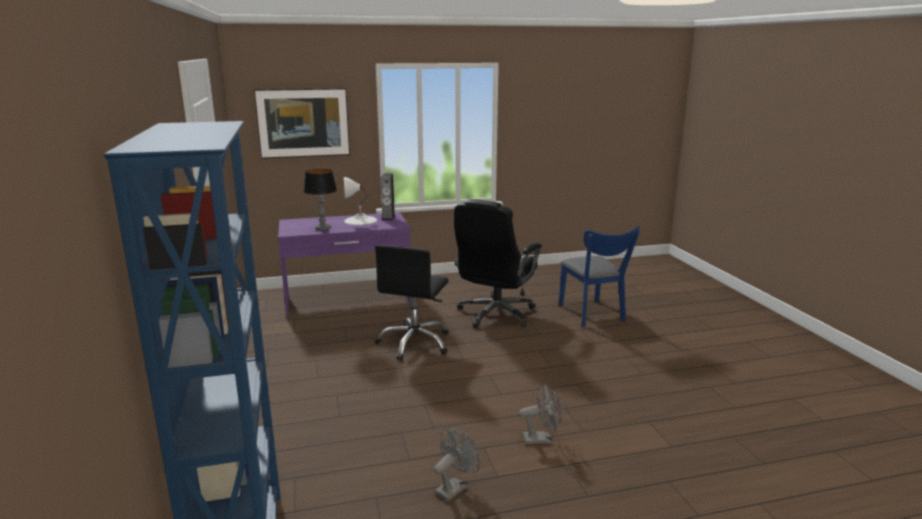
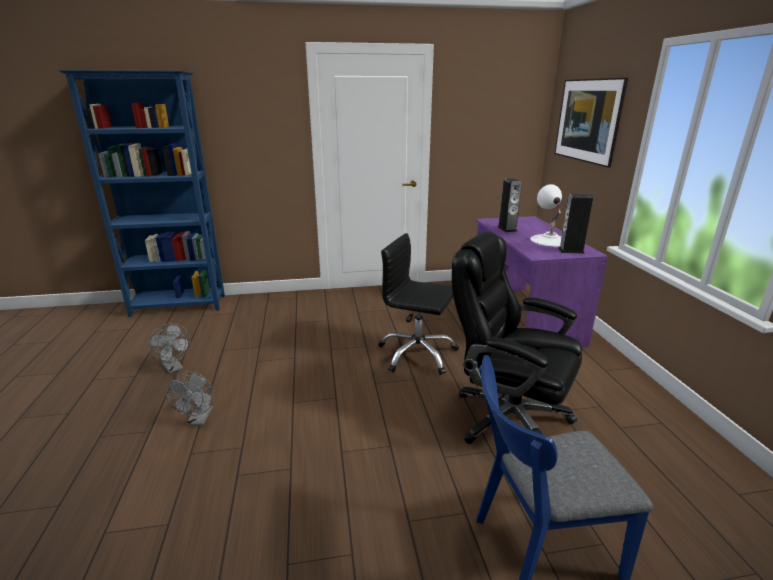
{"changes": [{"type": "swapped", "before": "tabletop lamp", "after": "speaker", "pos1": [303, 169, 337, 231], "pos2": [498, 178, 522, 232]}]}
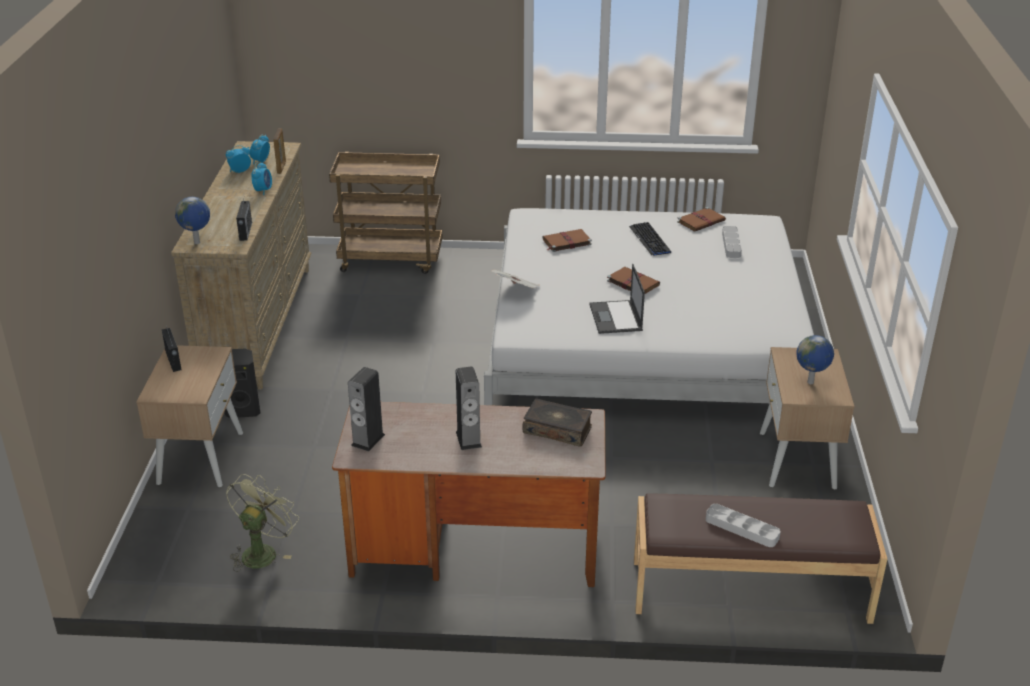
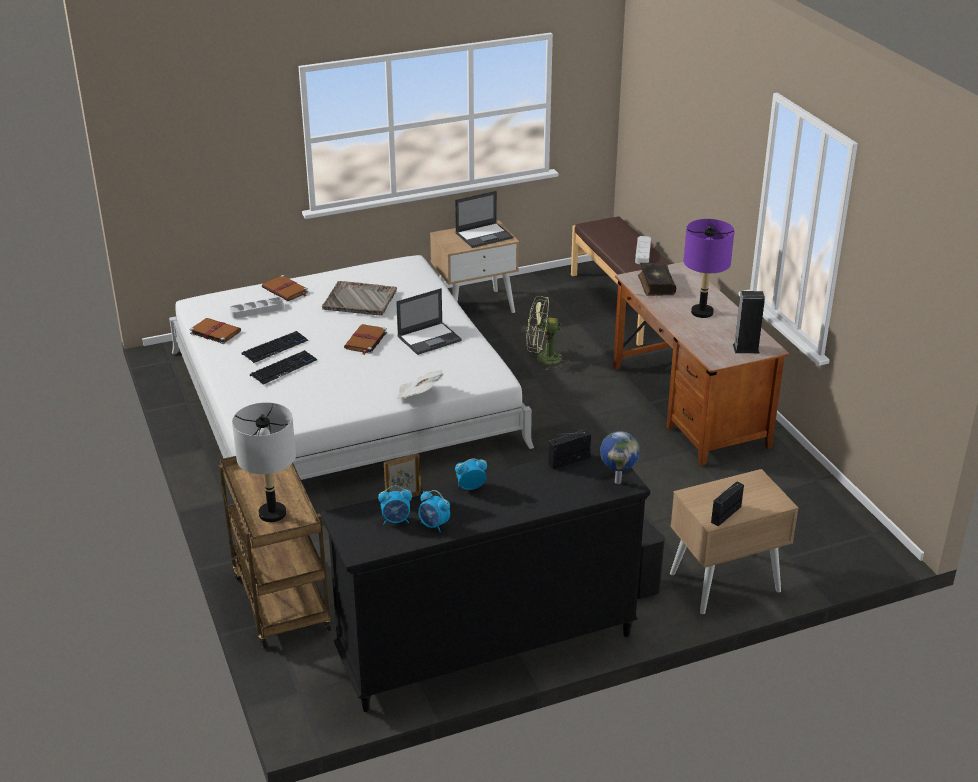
{"changes": [{"type": "new", "after": "tabletop lamp (gray)", "pos2": [232, 402, 296, 522]}, {"type": "new", "after": "keyboard", "pos2": [250, 350, 317, 384]}, {"type": "shifted", "before": "volume (brown)", "pos1": [542, 229, 592, 252], "pos2": [262, 275, 308, 301]}, {"type": "repainted", "before": "drawer chest (beige-coloured)", "after": "drawer chest (blackish)", "pos1": [171, 141, 312, 390], "pos2": [320, 446, 650, 712]}, {"type": "new", "after": "carrying tray (gray)", "pos2": [322, 281, 397, 316]}, {"type": "swapped", "before": "globe", "after": "portable computer", "pos1": [796, 335, 834, 384], "pos2": [455, 191, 513, 248]}, {"type": "shifted", "before": "cooling fan (greenish)", "pos1": [226, 474, 299, 572], "pos2": [526, 296, 570, 370]}, {"type": "swapped", "before": "speaker", "after": "tabletop lamp (purple-coloured)", "pos1": [456, 367, 482, 450], "pos2": [684, 219, 734, 318]}]}
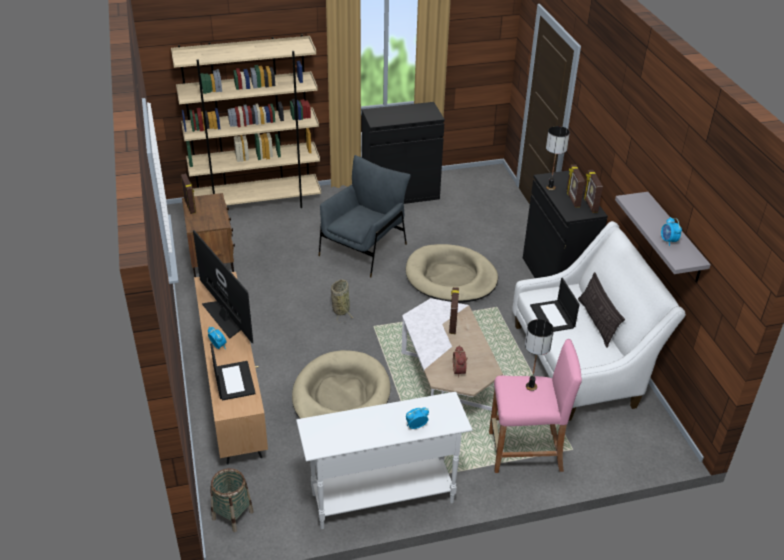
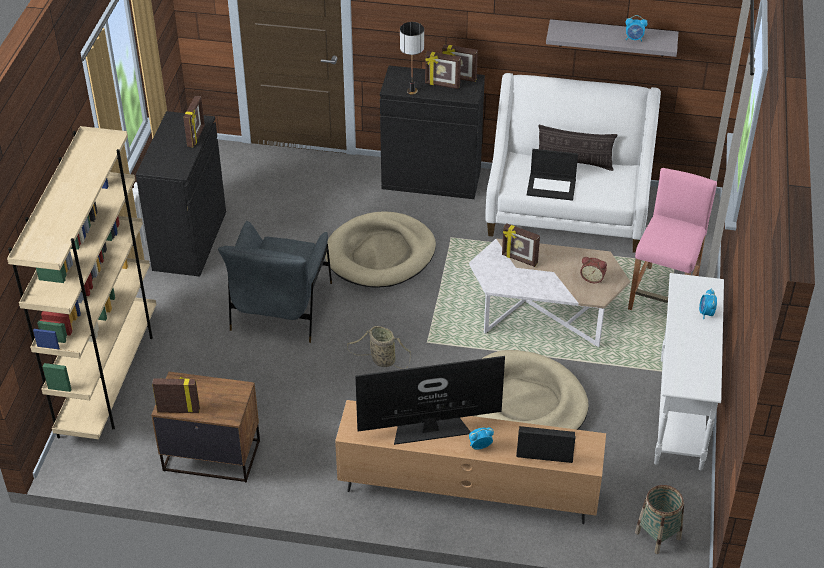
{"changes": [{"type": "new", "after": "picture frame", "pos2": [183, 96, 205, 147]}, {"type": "rotated", "before": "lounge chair (gray)", "pos1": [319, 155, 411, 278], "pos2": [218, 221, 332, 343], "turn": -135}, {"type": "gone", "before": "tabletop lamp", "pos1": [525, 319, 554, 391]}]}
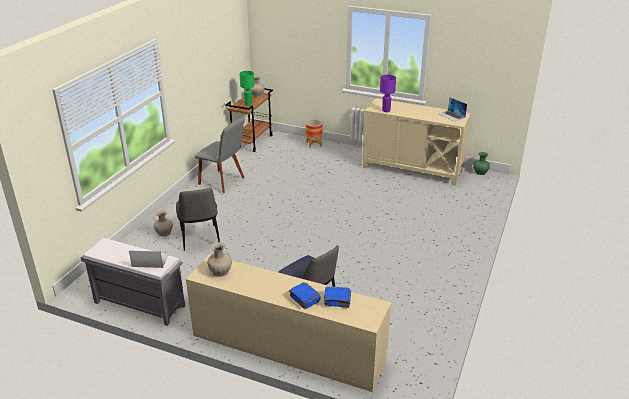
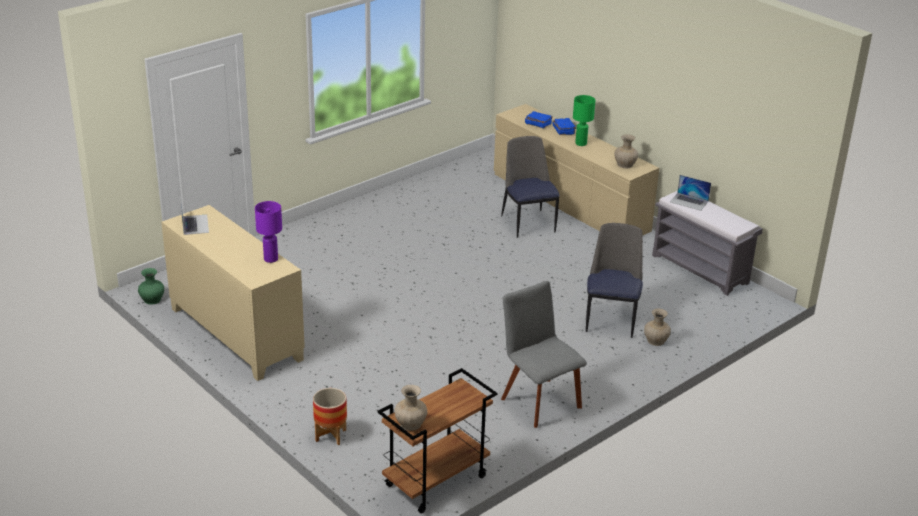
{"changes": [{"type": "shifted", "before": "tabletop lamp (greenish)", "pos1": [239, 71, 254, 106], "pos2": [573, 95, 596, 146]}]}
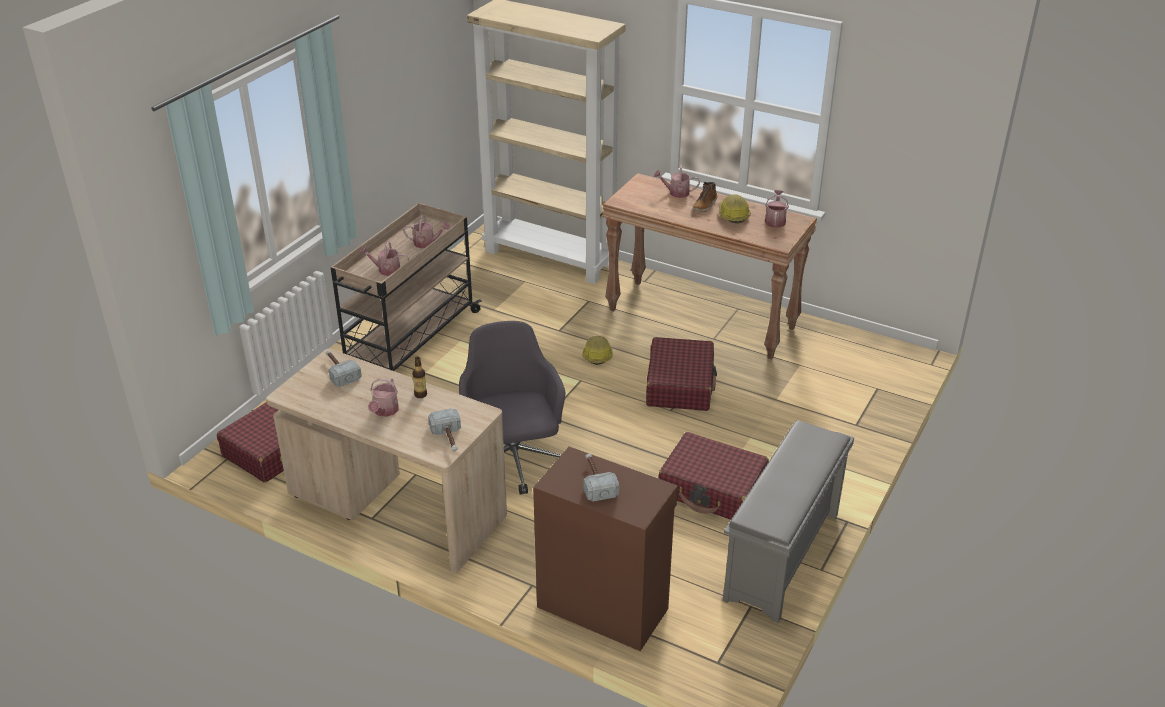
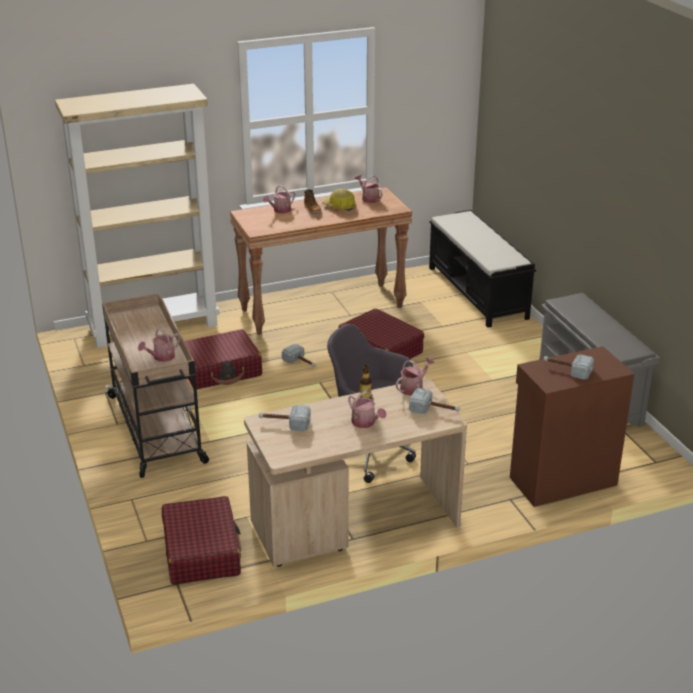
{"changes": [{"type": "shifted", "before": "travel case (reddish)", "pos1": [658, 432, 769, 520], "pos2": [184, 329, 262, 389]}, {"type": "swapped", "before": "safety helmet", "after": "hand hammer", "pos1": [582, 336, 613, 365], "pos2": [282, 344, 316, 367]}, {"type": "shifted", "before": "sprinkling can", "pos1": [403, 215, 450, 248], "pos2": [396, 357, 435, 396]}, {"type": "new", "after": "long seat (blackish)", "pos2": [429, 210, 536, 328]}]}
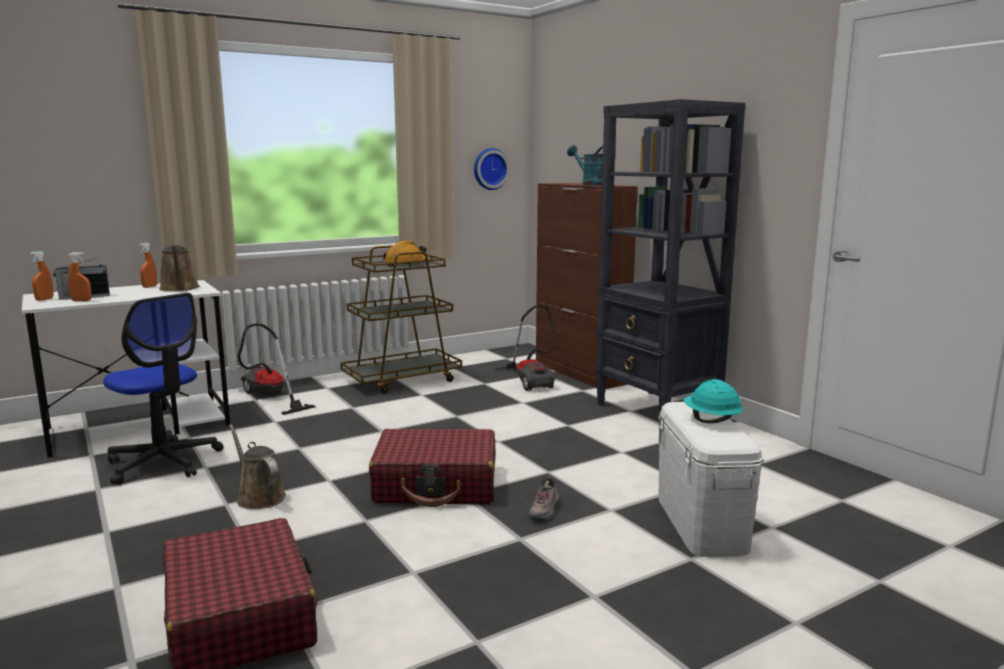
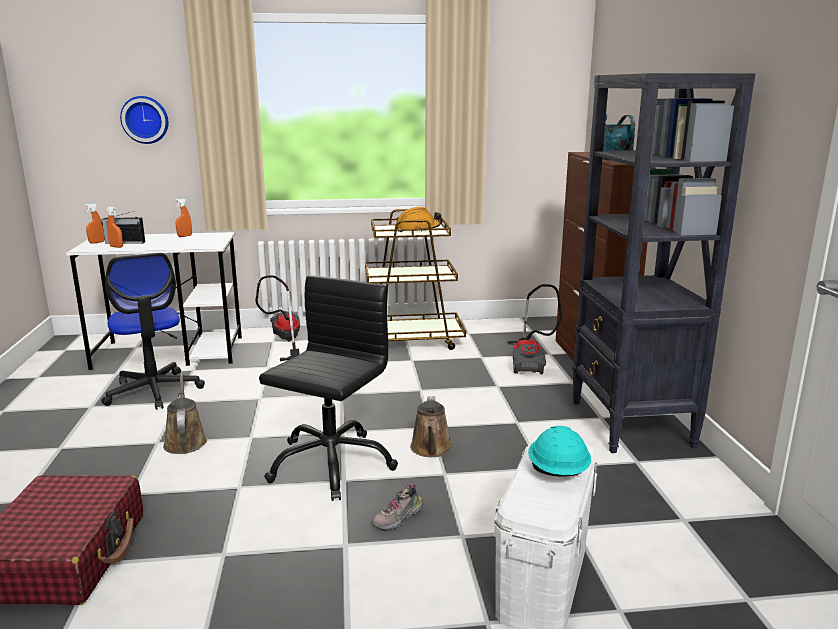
{"changes": [{"type": "shifted", "before": "wall clock", "pos1": [474, 148, 510, 190], "pos2": [120, 96, 169, 144]}, {"type": "swapped", "before": "travel case (reddish)", "after": "desk chair (blackish)", "pos1": [369, 429, 495, 507], "pos2": [259, 275, 398, 501]}, {"type": "shifted", "before": "sprinkling can (brown)", "pos1": [159, 245, 200, 292], "pos2": [410, 396, 452, 457]}]}
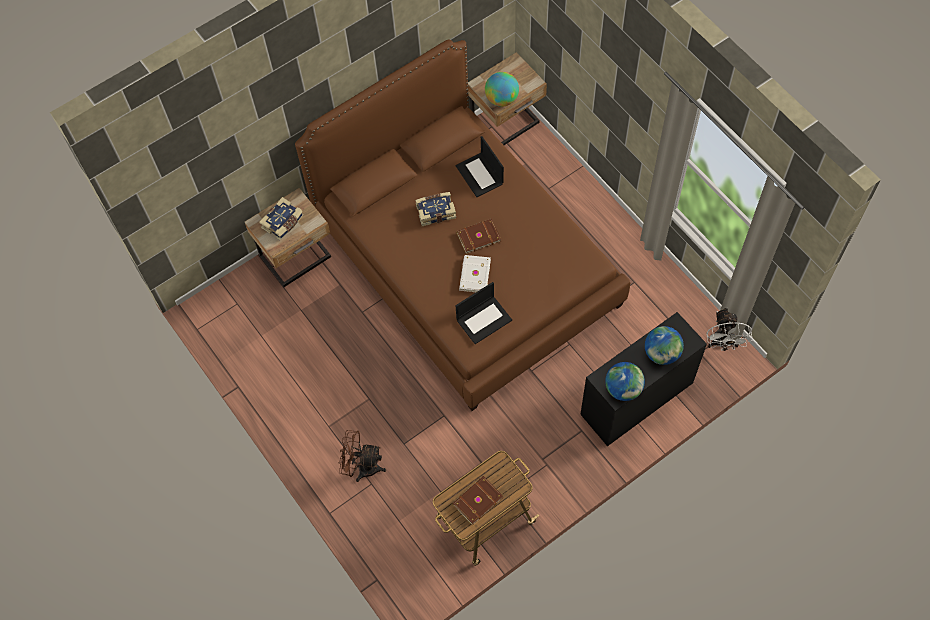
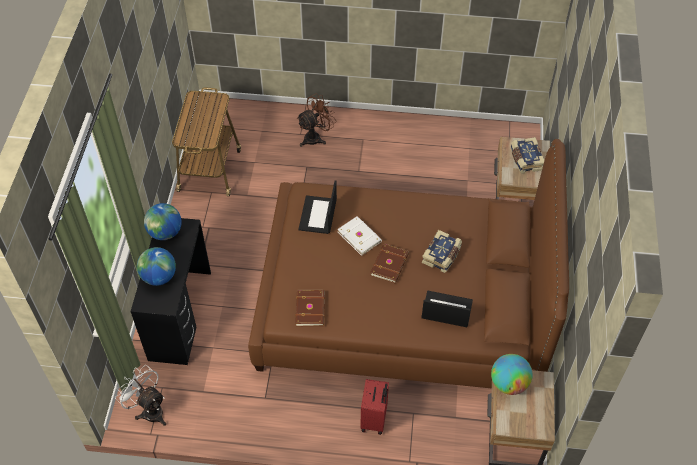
{"changes": [{"type": "shifted", "before": "volume (brown)", "pos1": [452, 476, 503, 525], "pos2": [295, 290, 325, 327]}, {"type": "new", "after": "travel case (reddish)", "pos2": [360, 379, 389, 435]}]}
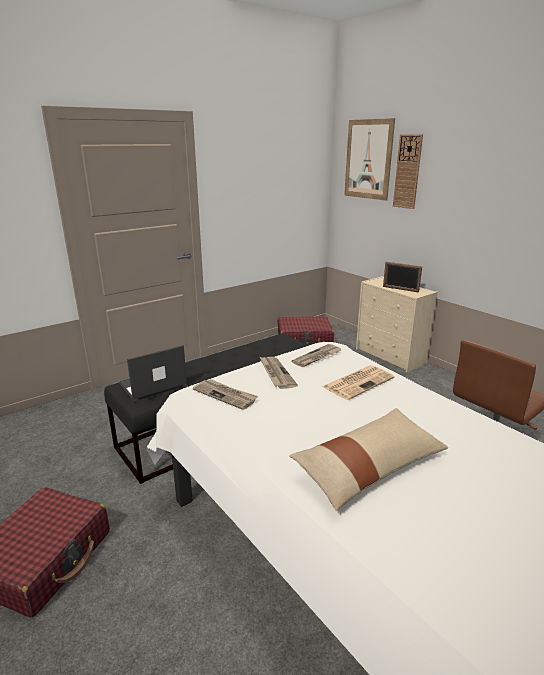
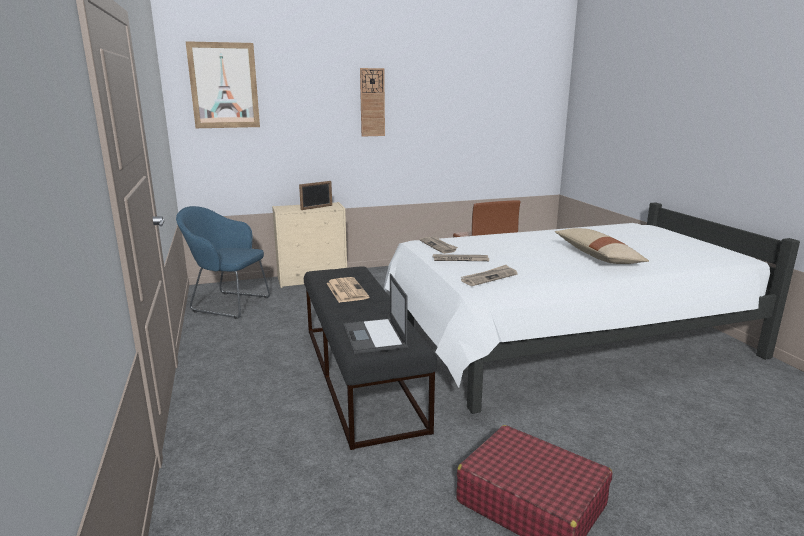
{"changes": [{"type": "swapped", "before": "travel case (reddish)", "after": "lounge chair (bluish)", "pos1": [278, 316, 334, 346], "pos2": [176, 206, 270, 319]}, {"type": "shifted", "before": "printed paper", "pos1": [322, 365, 394, 400], "pos2": [326, 277, 369, 303]}, {"type": "shifted", "before": "wall clock", "pos1": [393, 134, 423, 209], "pos2": [360, 68, 385, 137]}]}
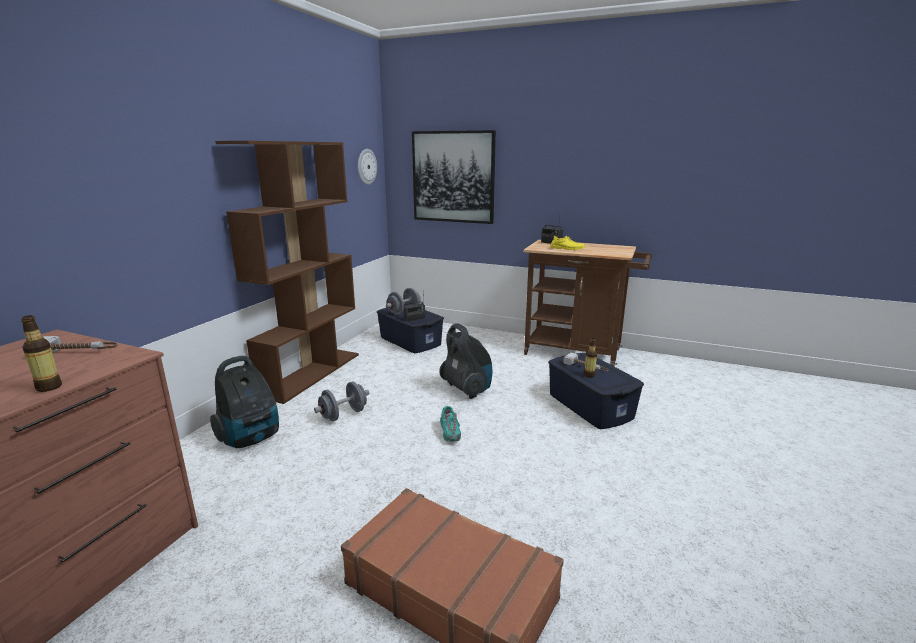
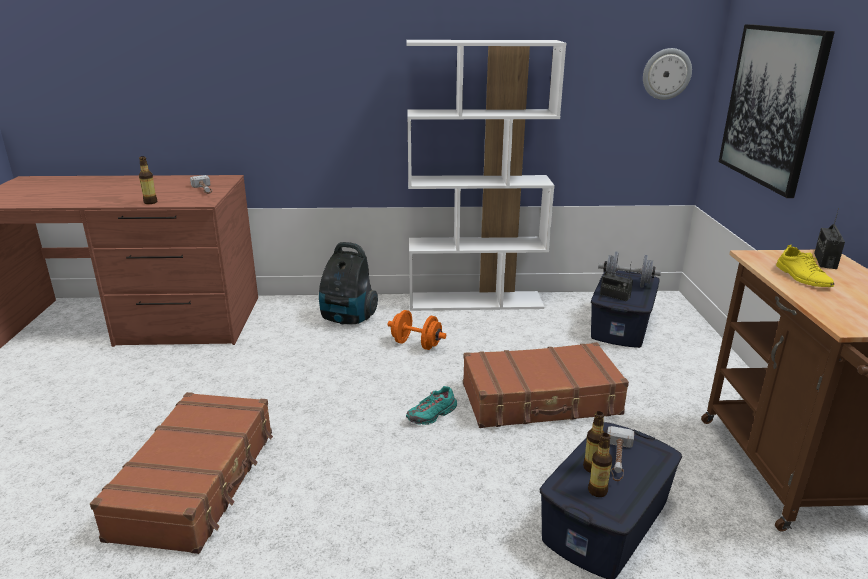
{"changes": [{"type": "repainted", "before": "dumbbell (gray)", "after": "dumbbell (orange-coloured)", "pos1": [314, 381, 369, 421], "pos2": [388, 310, 446, 350]}, {"type": "repainted", "before": "bookshelf (brown)", "after": "bookshelf (whitish)", "pos1": [215, 141, 359, 404], "pos2": [406, 40, 566, 311]}, {"type": "swapped", "before": "vacuum cleaner", "after": "travel case (brown)", "pos1": [439, 323, 492, 399], "pos2": [463, 342, 629, 428]}, {"type": "new", "after": "drink bottle", "pos2": [588, 433, 612, 497]}]}
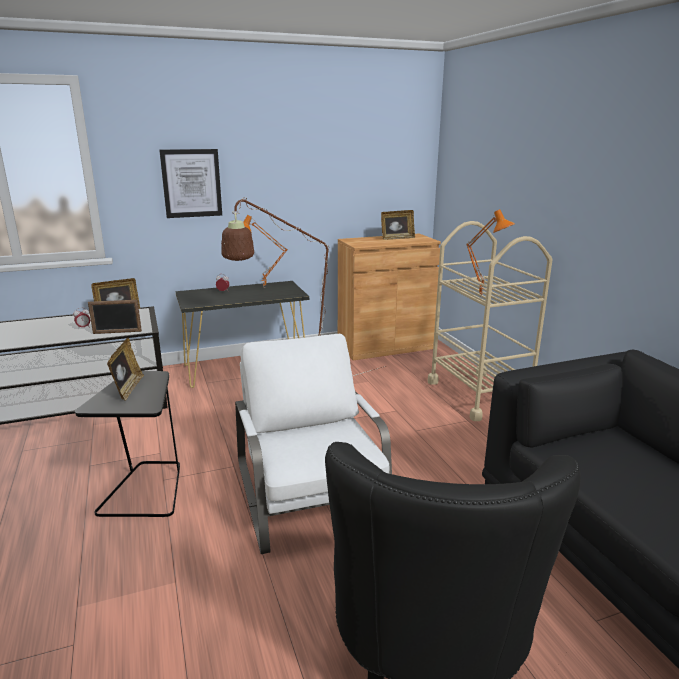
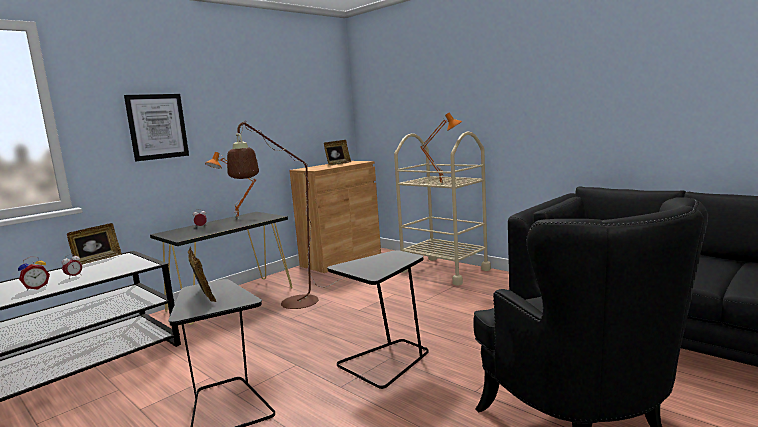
{"changes": [{"type": "new", "after": "alarm clock", "pos2": [18, 257, 50, 291]}, {"type": "swapped", "before": "lounge chair (whitish)", "after": "accent table (blackish)", "pos1": [235, 334, 392, 554], "pos2": [327, 250, 429, 389]}, {"type": "gone", "before": "picture frame", "pos1": [88, 300, 142, 334]}]}
